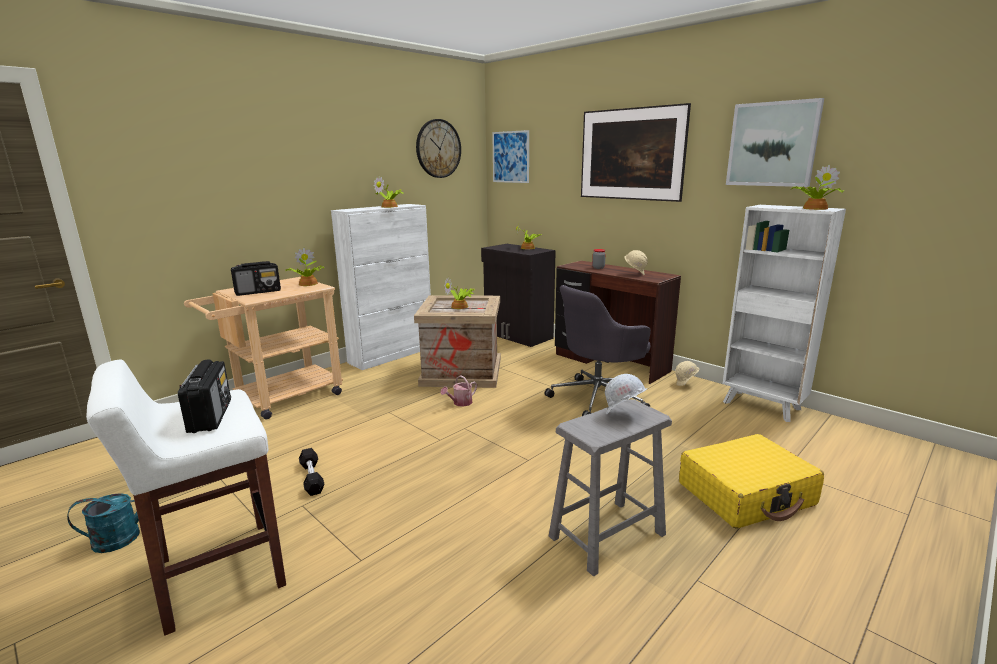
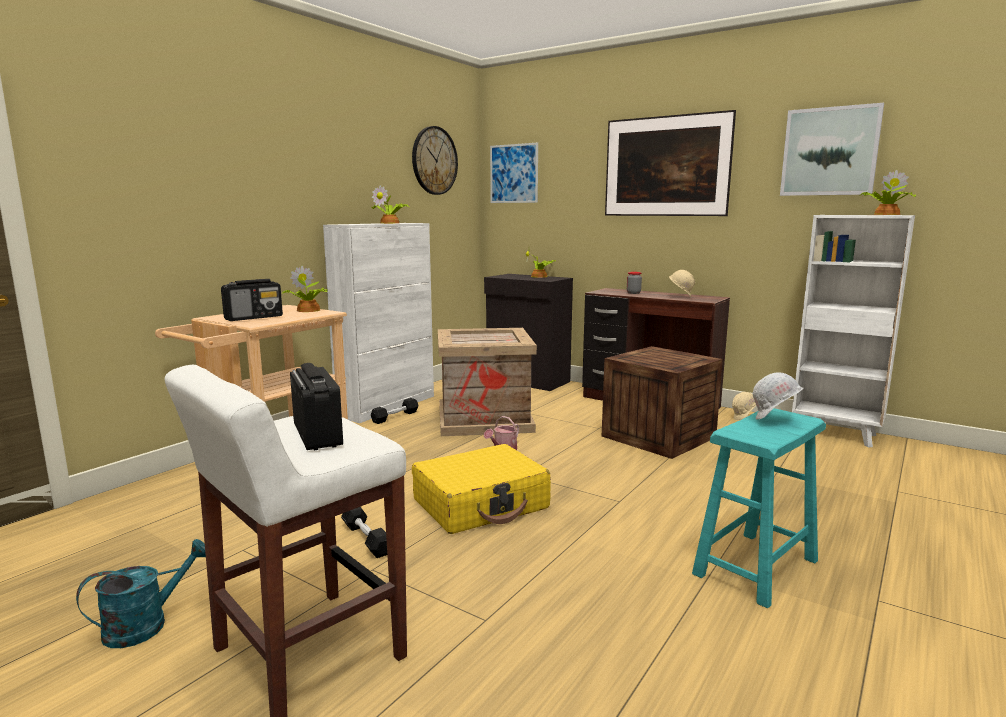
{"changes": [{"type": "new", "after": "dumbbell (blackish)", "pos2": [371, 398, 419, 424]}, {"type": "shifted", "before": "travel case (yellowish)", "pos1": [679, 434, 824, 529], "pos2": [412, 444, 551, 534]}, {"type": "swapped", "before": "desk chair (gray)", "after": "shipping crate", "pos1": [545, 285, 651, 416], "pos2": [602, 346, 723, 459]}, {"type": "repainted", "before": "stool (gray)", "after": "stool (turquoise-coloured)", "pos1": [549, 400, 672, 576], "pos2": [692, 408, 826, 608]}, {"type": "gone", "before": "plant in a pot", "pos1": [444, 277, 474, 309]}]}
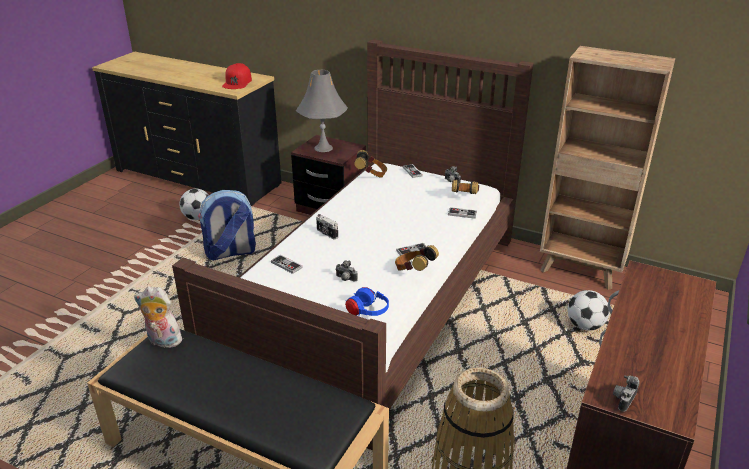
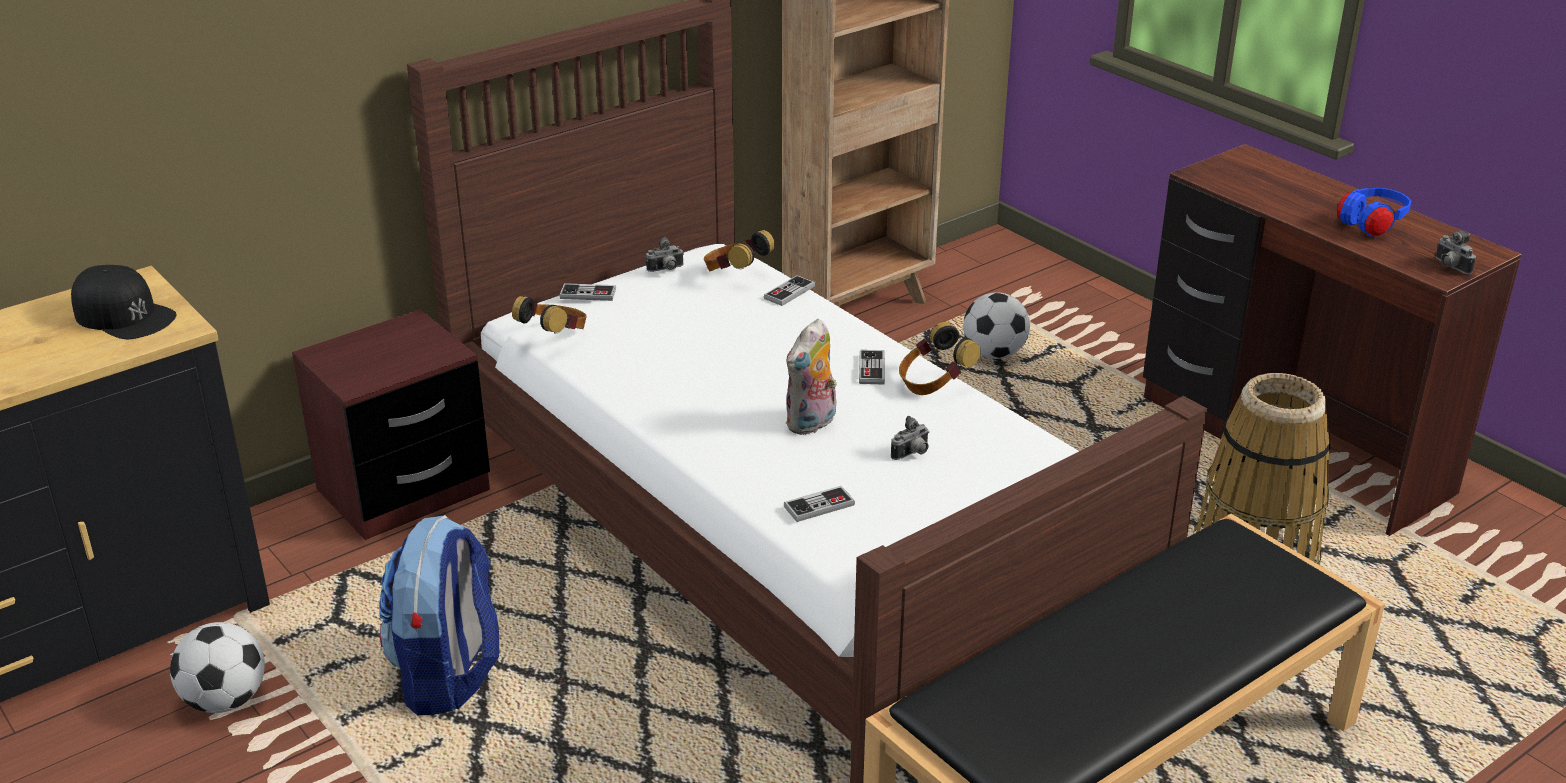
{"changes": [{"type": "repainted", "before": "baseball cap (reddish)", "after": "baseball cap (blackish)", "pos1": [222, 63, 252, 89], "pos2": [71, 265, 177, 339]}, {"type": "shifted", "before": "soft toy", "pos1": [134, 286, 182, 348], "pos2": [785, 319, 837, 435]}, {"type": "shifted", "before": "headphones (bluish)", "pos1": [345, 287, 389, 316], "pos2": [1337, 188, 1411, 236]}, {"type": "gone", "before": "tabletop lamp (gray)", "pos1": [296, 70, 348, 152]}, {"type": "gone", "before": "still camera", "pos1": [316, 214, 338, 240]}]}
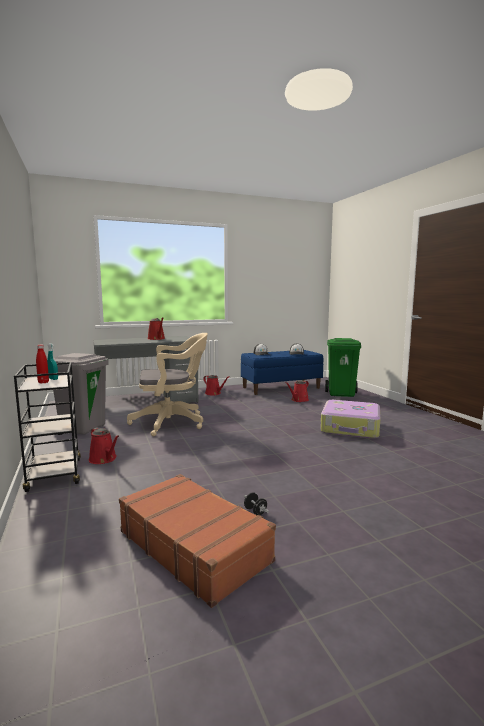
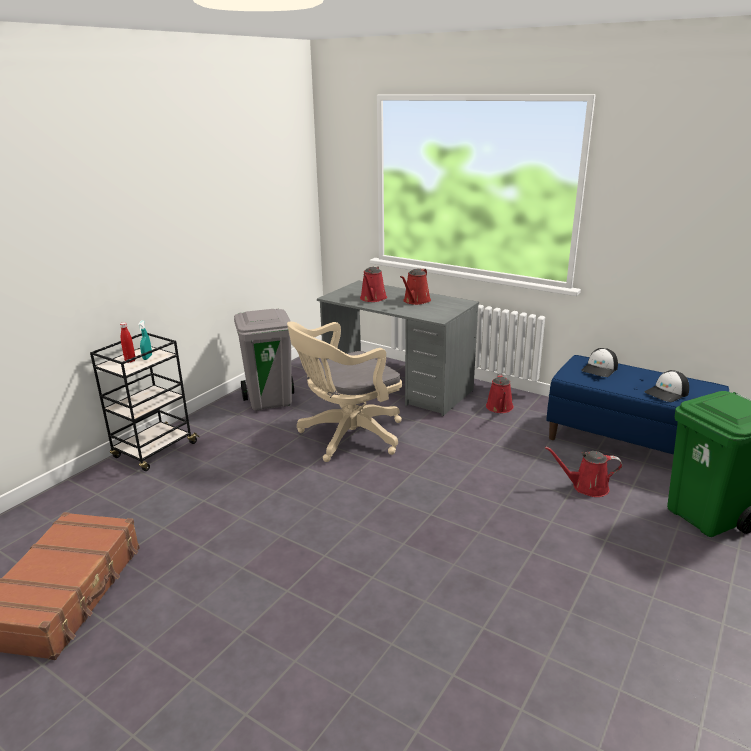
{"changes": [{"type": "rotated", "before": "desk chair (beige-coloured)", "pos1": [127, 333, 208, 436], "pos2": [287, 322, 402, 462], "turn": 105}, {"type": "shifted", "before": "sprinkling can (reddish)", "pos1": [89, 427, 119, 464], "pos2": [360, 266, 387, 302]}, {"type": "gone", "before": "dumbbell (blackish)", "pos1": [244, 492, 269, 515]}, {"type": "gone", "before": "travel case", "pos1": [320, 400, 380, 439]}]}
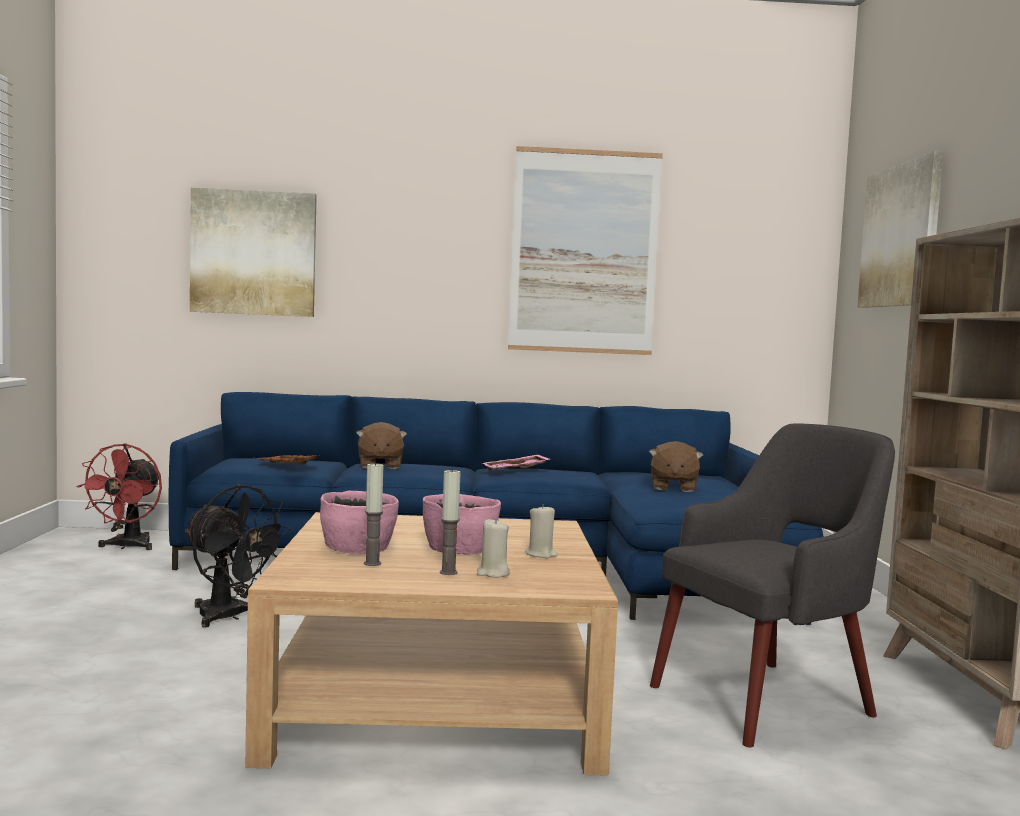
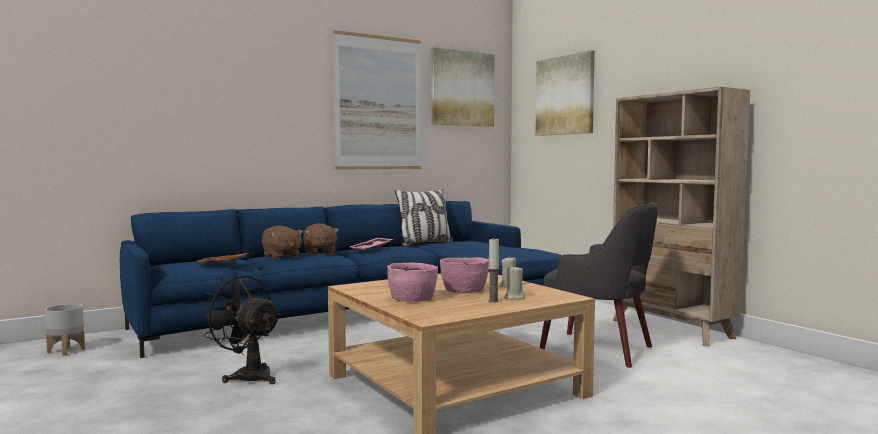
{"changes": [{"type": "swapped", "before": "cooling fan (reddish)", "after": "flower pot (gray)", "pos1": [76, 444, 162, 550], "pos2": [45, 304, 85, 356]}, {"type": "rotated", "before": "cooling fan (blackish)", "pos1": [184, 484, 291, 627], "pos2": [199, 275, 281, 384], "turn": -150}, {"type": "shifted", "before": "soft toy (brown)", "pos1": [649, 441, 703, 492], "pos2": [303, 223, 339, 255]}, {"type": "new", "after": "pillow", "pos2": [395, 189, 453, 247]}, {"type": "shifted", "before": "wall art", "pos1": [190, 188, 317, 317], "pos2": [431, 47, 495, 127]}, {"type": "rotated", "before": "lounge chair (gray)", "pos1": [650, 423, 895, 747], "pos2": [540, 202, 658, 368], "turn": 90}, {"type": "gone", "before": "candle", "pos1": [364, 462, 383, 566]}]}
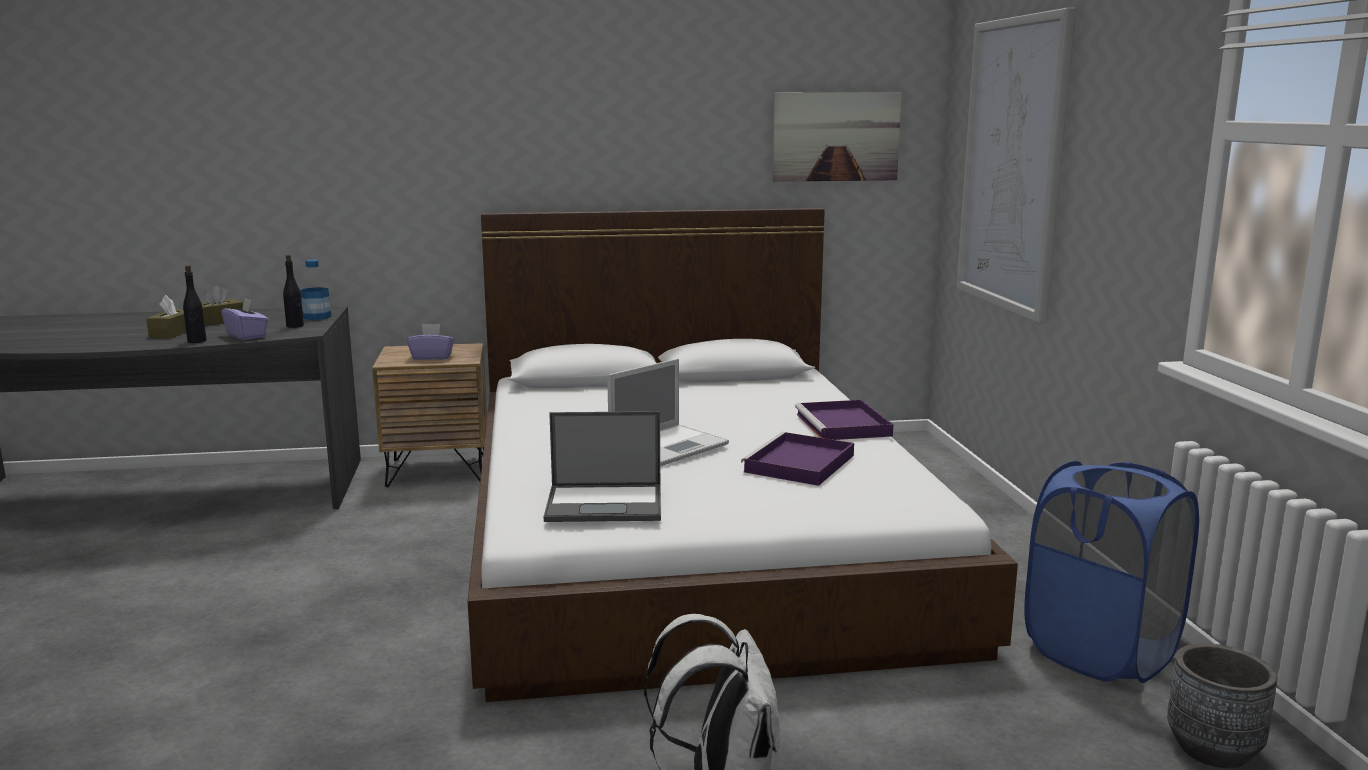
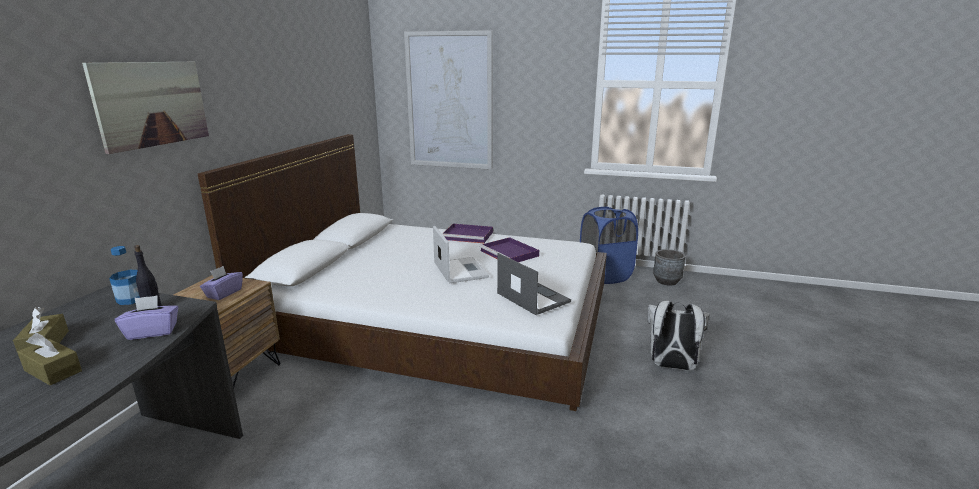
{"changes": [{"type": "shifted", "before": "wall art", "pos1": [773, 92, 902, 182], "pos2": [82, 61, 209, 154]}, {"type": "rotated", "before": "portable computer", "pos1": [544, 411, 661, 522], "pos2": [497, 253, 571, 315], "turn": -60}, {"type": "gone", "before": "drink bottle (blackish)", "pos1": [183, 265, 207, 343]}]}
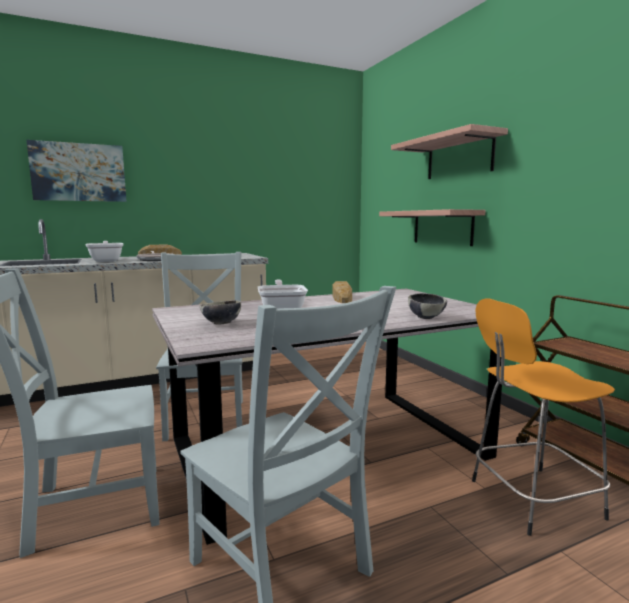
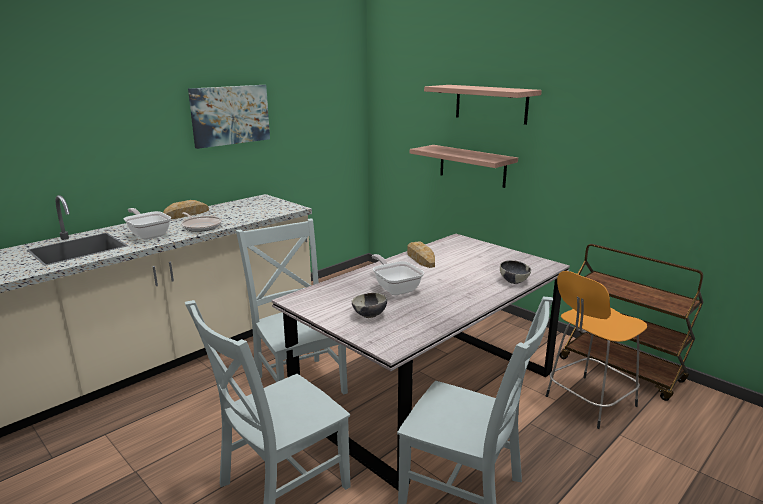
{"changes": [{"type": "shifted", "before": "wall art", "pos1": [26, 140, 126, 202], "pos2": [188, 85, 270, 149]}]}
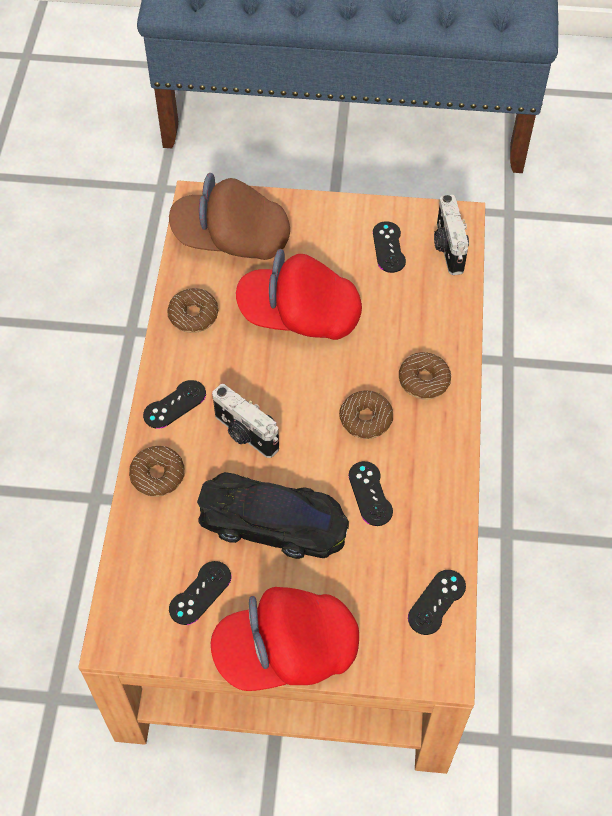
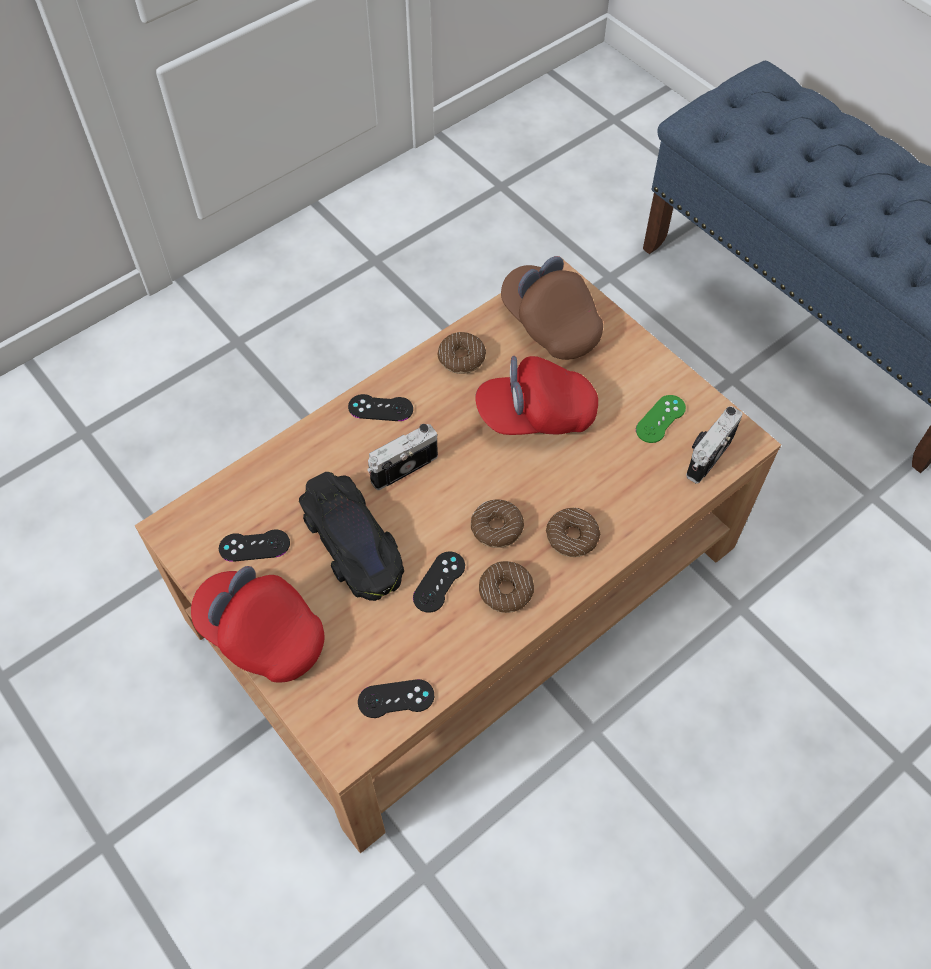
{"changes": [{"type": "rotated", "before": "still camera", "pos1": [212, 384, 279, 458], "pos2": [367, 424, 438, 490], "turn": 60}, {"type": "rotated", "before": "baseball cap (reddish)", "pos1": [236, 249, 362, 340], "pos2": [475, 356, 598, 435], "turn": -60}, {"type": "shifted", "before": "ring doughnut", "pos1": [129, 446, 184, 497], "pos2": [479, 561, 534, 613]}, {"type": "repainted", "before": "gamepad (blackish)", "after": "gamepad (greenish)", "pos1": [373, 221, 406, 273], "pos2": [636, 395, 686, 443]}]}
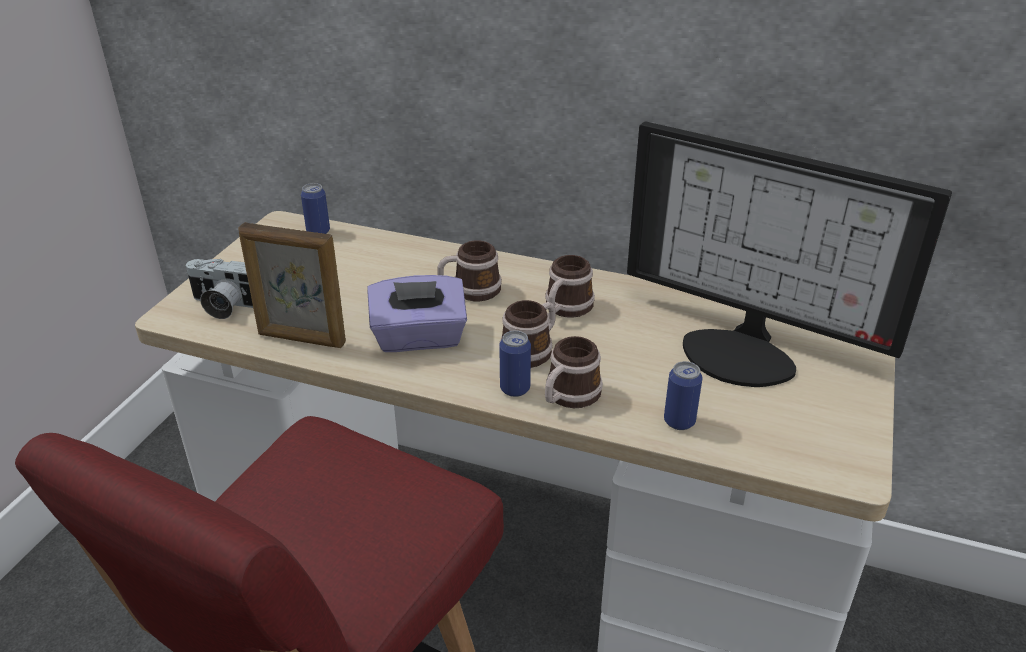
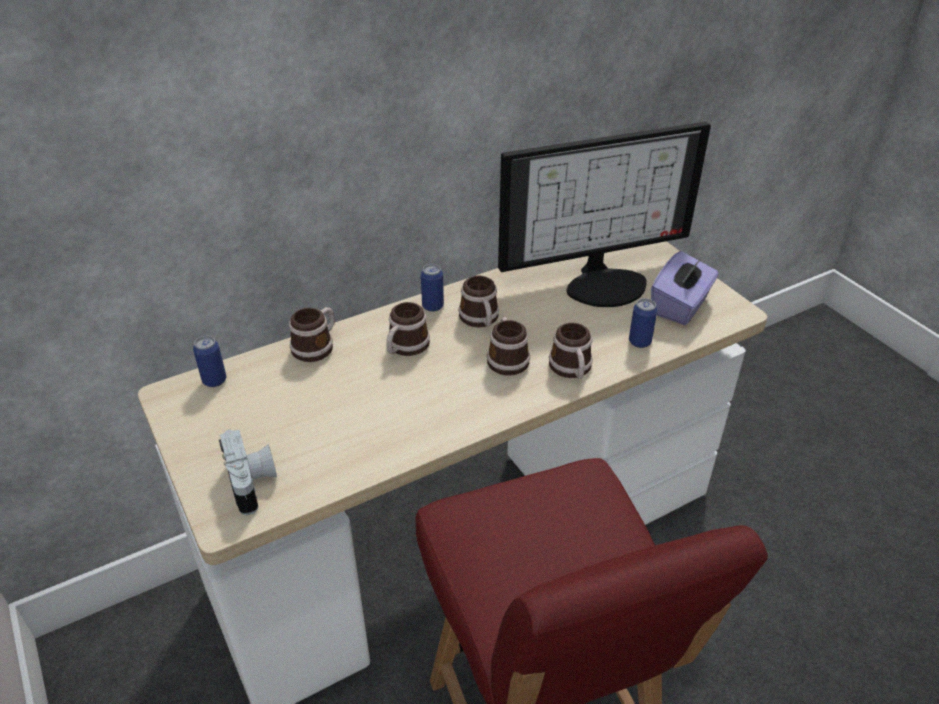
{"changes": [{"type": "rotated", "before": "still camera", "pos1": [186, 259, 253, 319], "pos2": [219, 430, 277, 515], "turn": -75}, {"type": "new", "after": "tea mug", "pos2": [289, 307, 335, 362]}, {"type": "shifted", "before": "can", "pos1": [499, 330, 531, 397], "pos2": [421, 264, 444, 312]}, {"type": "shifted", "before": "tissue holder (purple-coloured)", "pos1": [367, 275, 467, 352], "pos2": [651, 251, 719, 325]}, {"type": "gone", "before": "picture frame", "pos1": [238, 222, 346, 348]}]}
